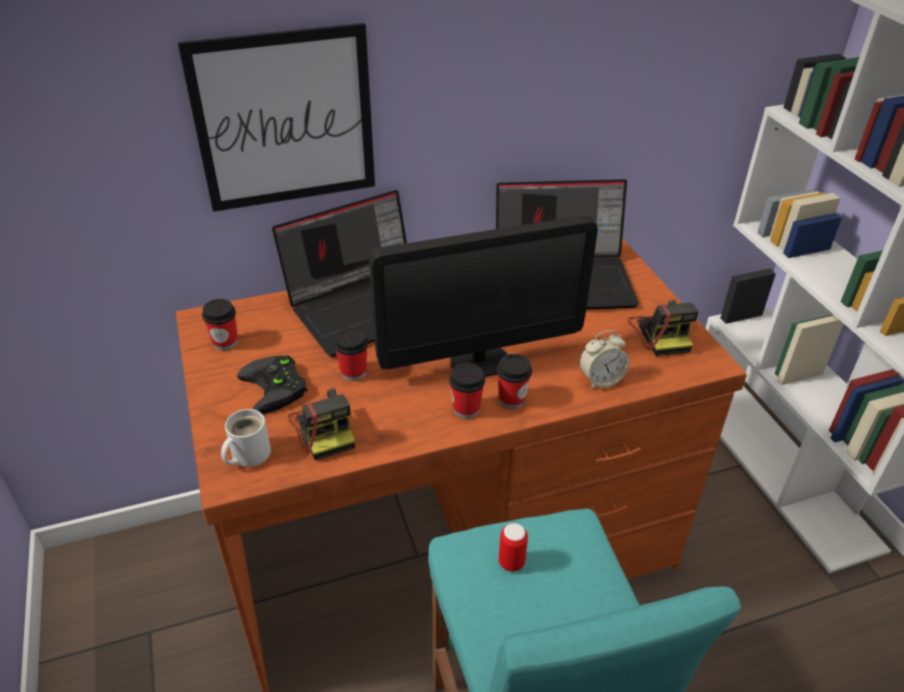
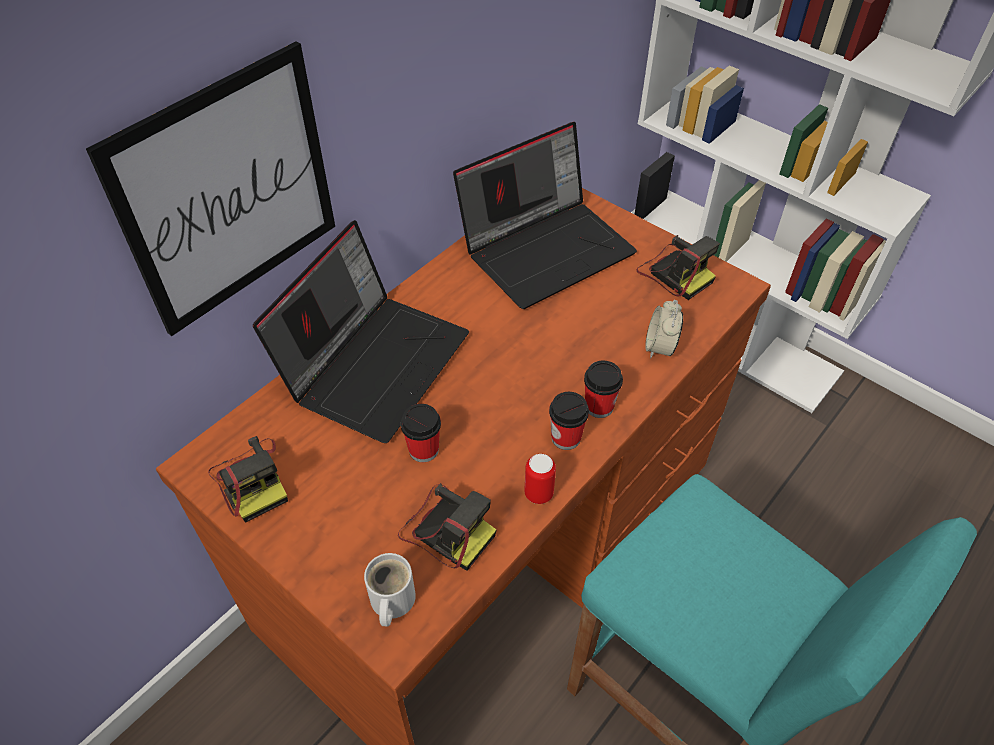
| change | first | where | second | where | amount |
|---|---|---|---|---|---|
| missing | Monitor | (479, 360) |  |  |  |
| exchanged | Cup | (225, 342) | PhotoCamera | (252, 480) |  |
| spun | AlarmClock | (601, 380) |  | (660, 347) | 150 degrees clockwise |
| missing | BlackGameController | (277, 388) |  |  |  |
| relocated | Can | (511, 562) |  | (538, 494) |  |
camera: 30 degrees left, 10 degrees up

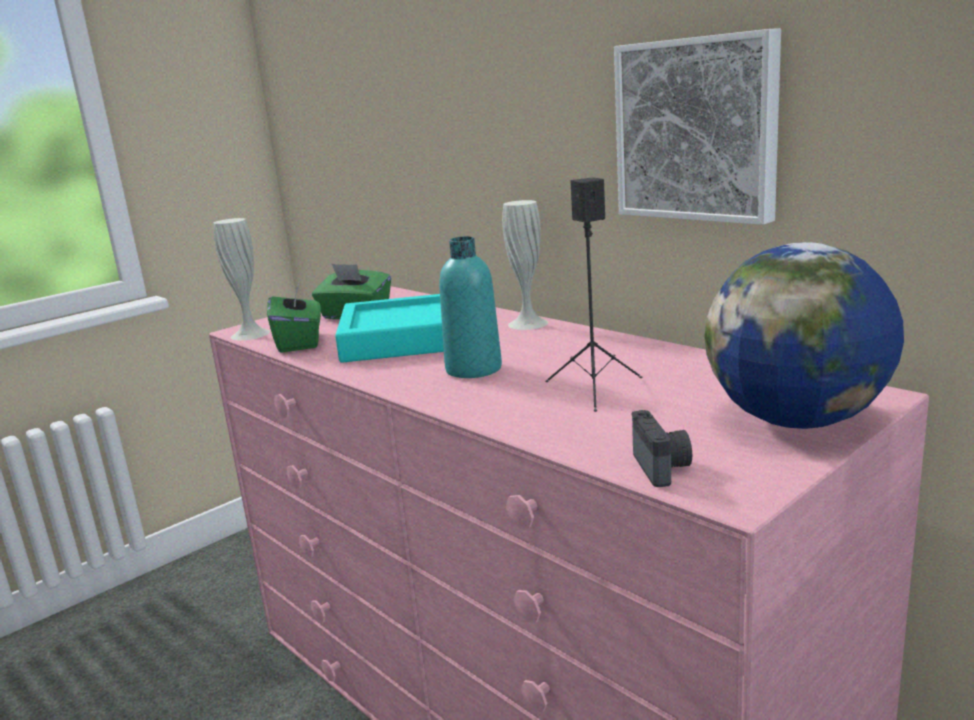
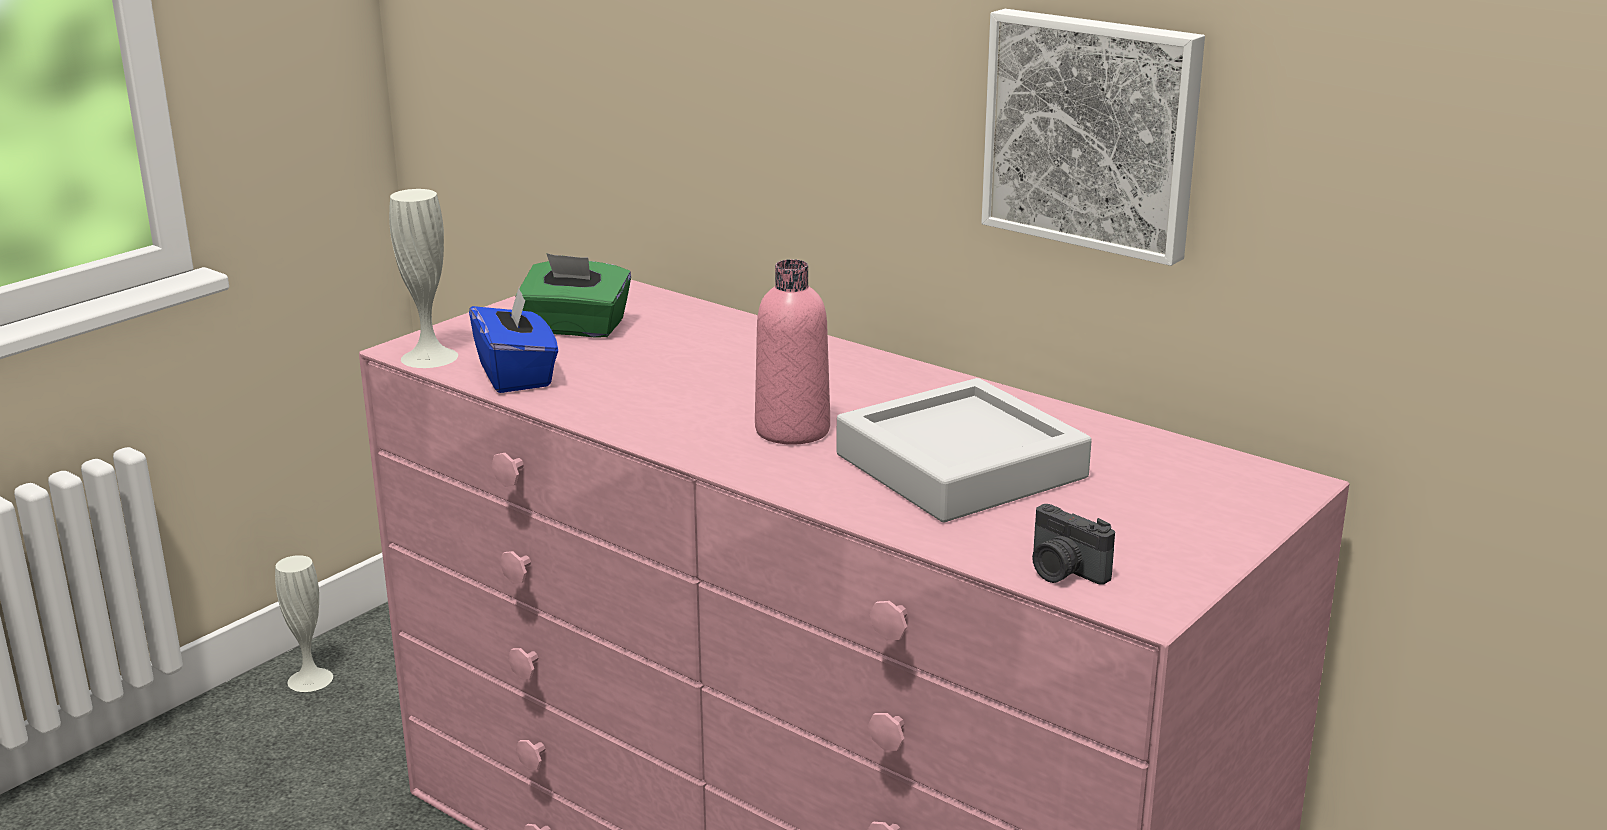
| change | first | where | second | where | amount |
|---|---|---|---|---|---|
| exchanged | BlackSpeaker | (594, 390) | GreyTray | (960, 466) |  |
| relocated | WhiteVase | (528, 323) |  | (310, 679) |  |
| colour | TurquoiseBottle | (473, 369) | PinkBottle | (792, 430) |  |
| missing | Globe | (797, 421) |  |  |  |
| colour | GreenTissueBox | (299, 342) | BlueTissueBox | (516, 375) |  |
| missing | TurquoiseTray | (401, 339) |  |  |  |
| spun | PhotoCamera | (663, 467) |  | (1063, 572) | 150 degrees clockwise |
camera: 10 degrees left, 5 degrees up

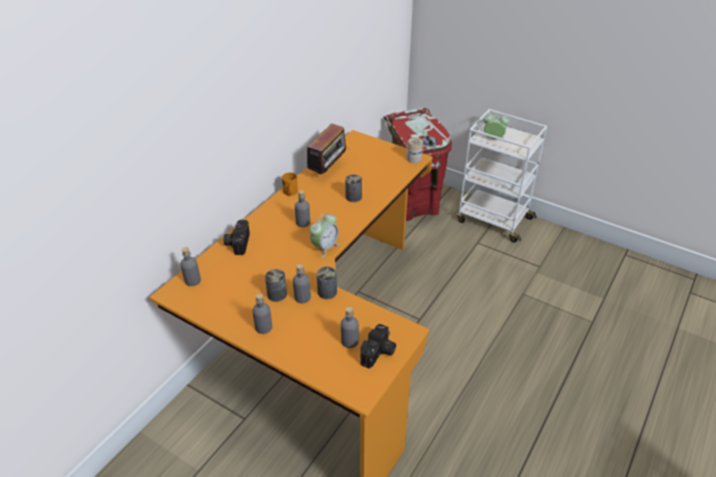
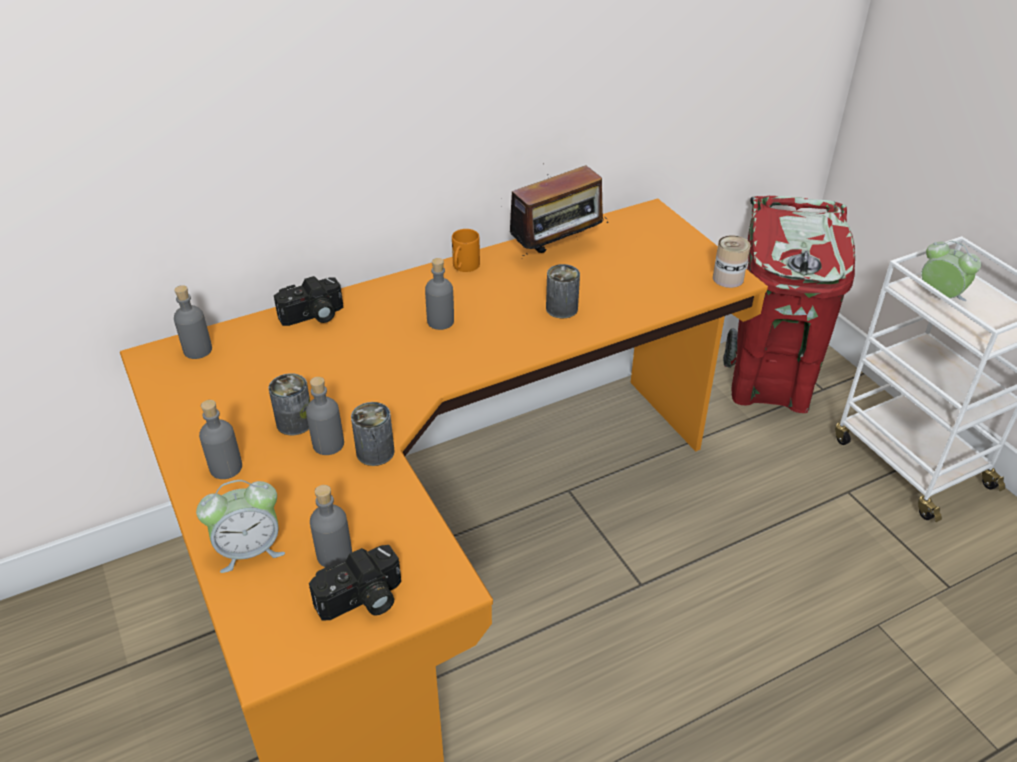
| change | first | where | second | where | amount |
|---|---|---|---|---|---|
| relocated | AlarmClock | (325, 247) |  | (249, 550) |  |
| spun | PhotoCamera | (237, 243) |  | (313, 316) | 150 degrees counterclockwise |
camera: 30 degrees right, 0 degrees up

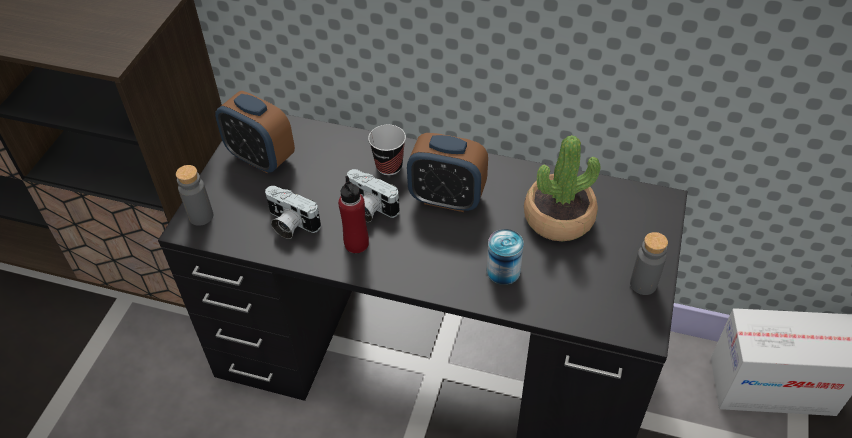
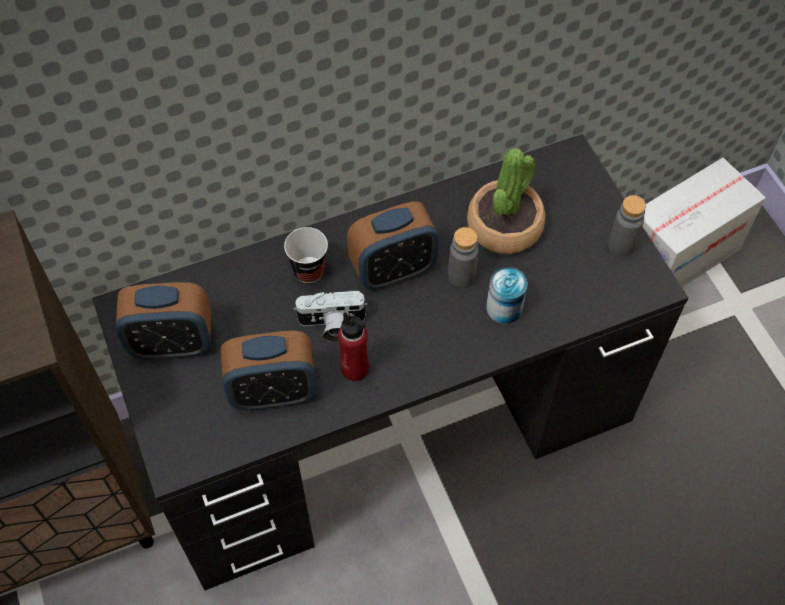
| change | first | where | second | where | amount |
|---|---|---|---|---|---|
| relocated | GreyBottle | (201, 216) |  | (461, 276) |  |
| exchanged | PhotoCamera | (290, 224) | AlarmClock | (273, 392) |  |
camera: 40 degrees left, 10 degrees up

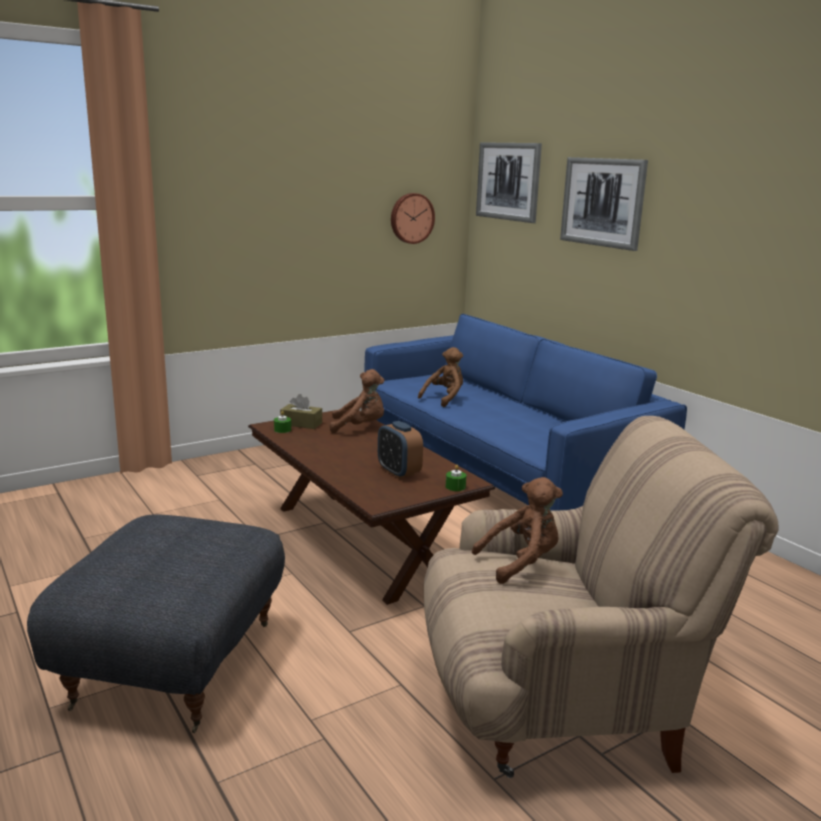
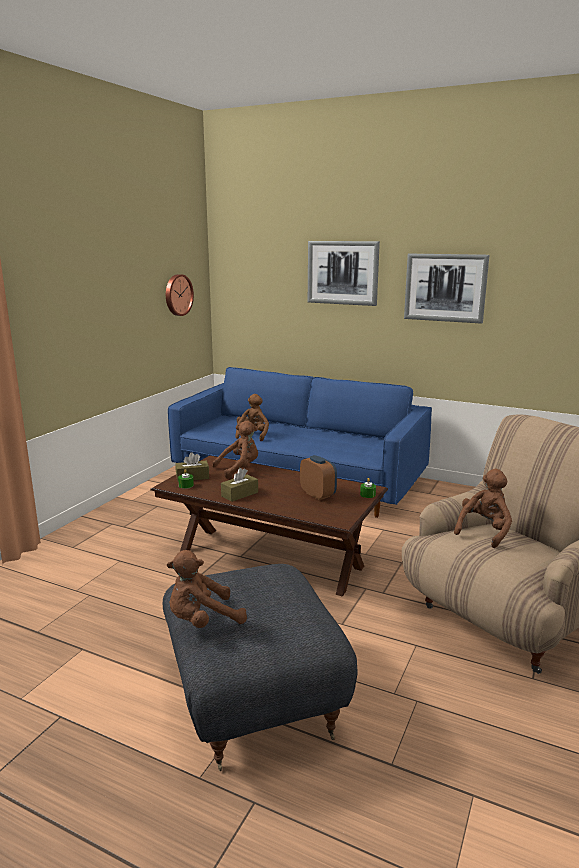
| change | first | where | second | where | amount |
|---|---|---|---|---|---|
| relocated | Picture | (508, 181) |  | (445, 287) |  |
| spun | AlarmClock | (398, 472) |  | (318, 495) | 150 degrees counterclockwise |
| appeared |  |  | BrownTissueBox | (239, 494) |  |
| appeared |  |  | BrownPlushToy | (202, 621) |  |
camera: 30 degrees left, 0 degrees up

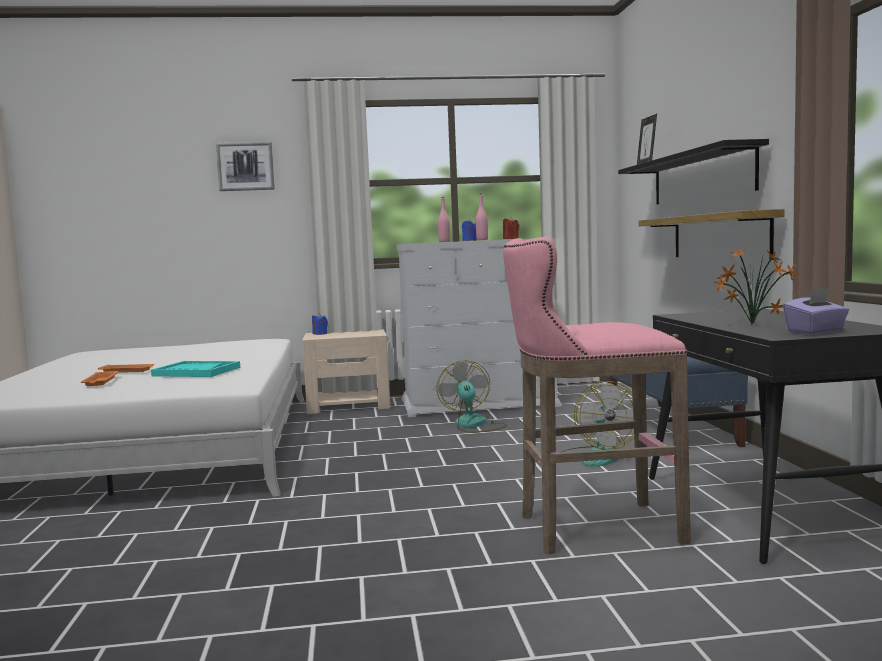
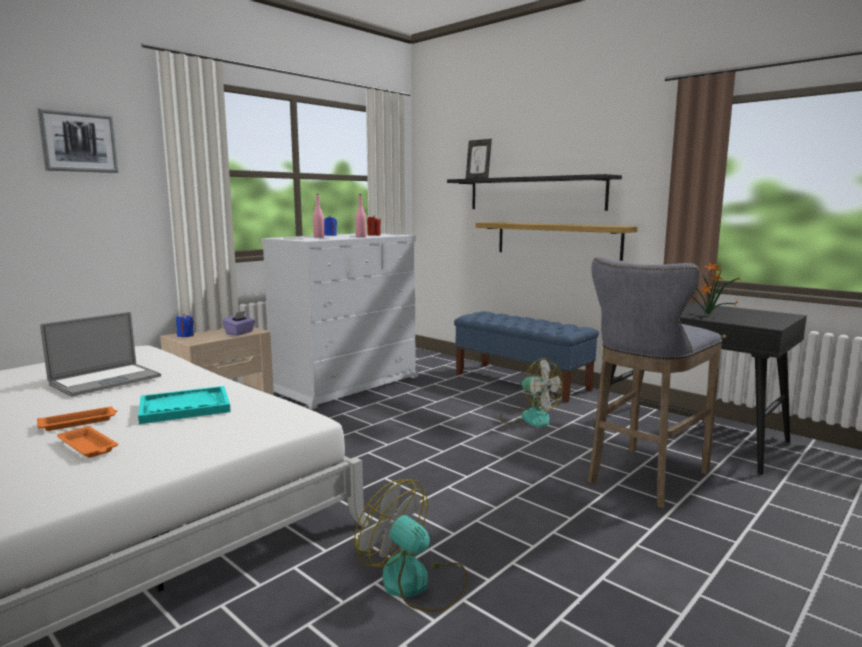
| change | first | where | second | where | amount |
|---|---|---|---|---|---|
| colour | PinkStool | (591, 529) | GreyStool | (644, 479) |  |
| relocated | PurpleTissueBox | (815, 332) |  | (240, 333) |  |
| relocated | Fan | (473, 425) |  | (416, 583) |  |
| appeared |  |  | Laptop | (105, 380) |  |
camera: 40 degrees left, 5 degrees up

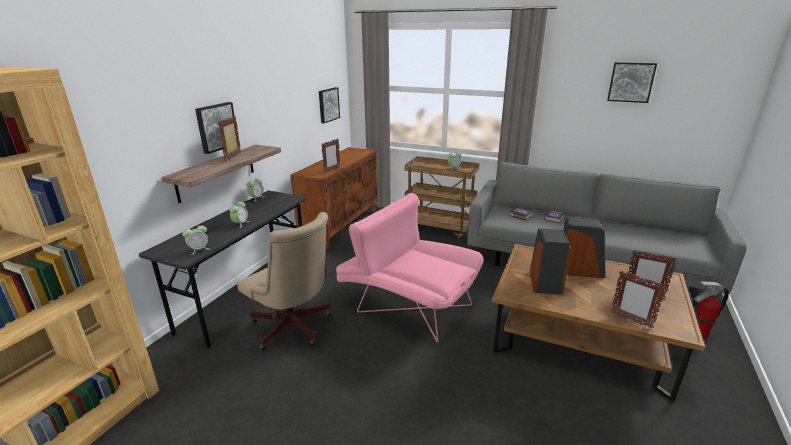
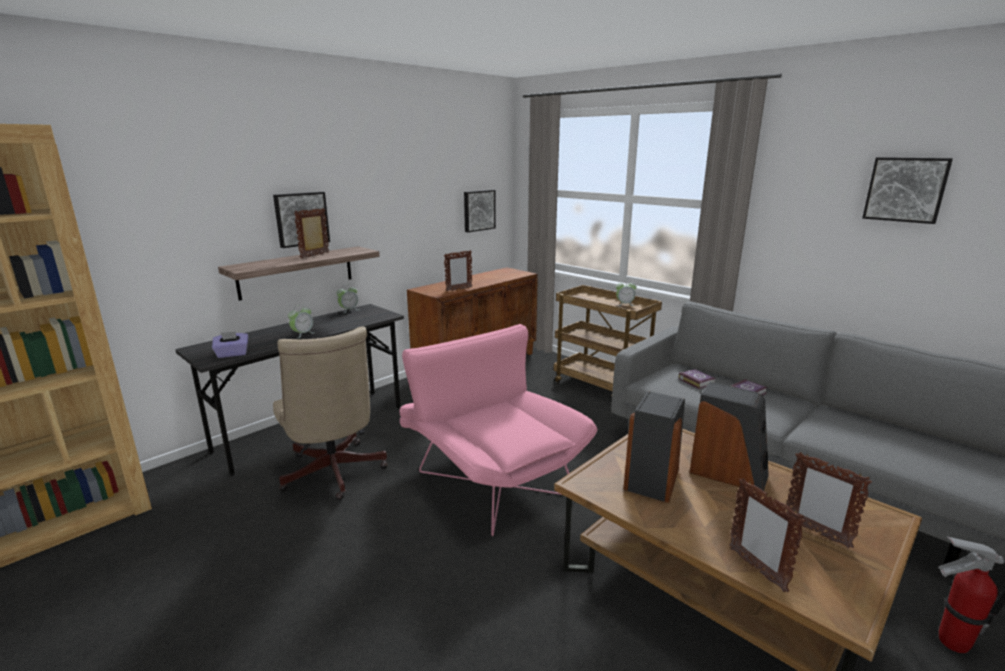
| change | first | where | second | where | amount |
|---|---|---|---|---|---|
| exchanged | AlarmClock | (199, 250) | PurpleTissueBox | (232, 354) |  |
camera: 20 degrees right, 5 degrees down

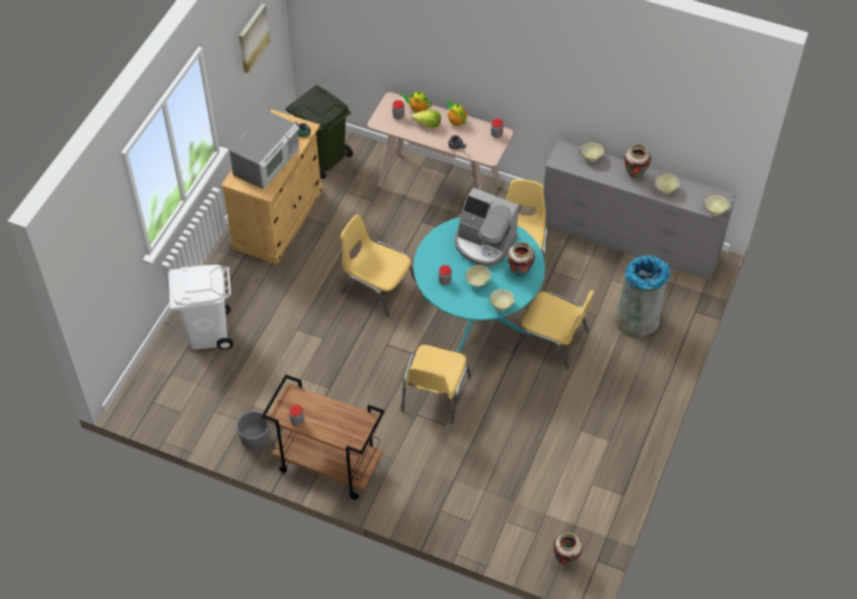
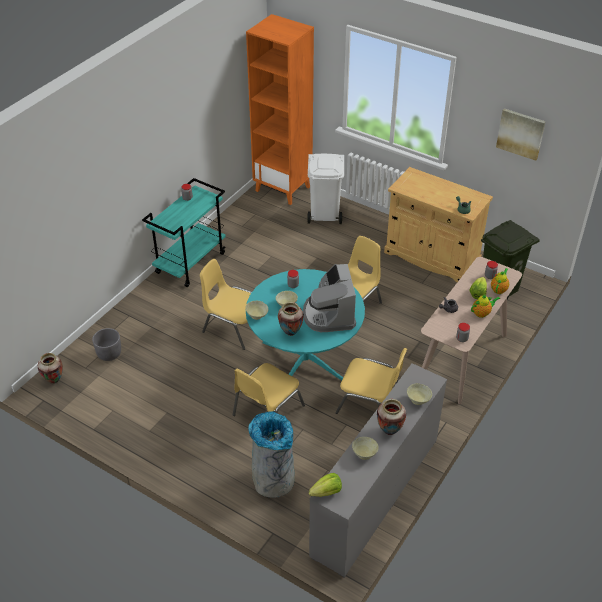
| change | first | where | second | where | amount |
|---|---|---|---|---|---|
| missing | Microwave | (267, 162) |  |  |  |
| spun | CoffeeMachine | (484, 243) |  | (329, 315) | 45 degrees counterclockwise |
| exchanged | BeigeBowl | (715, 211) | Lettuce | (326, 492) |  |
| colour | BrownCart | (327, 465) | TurquoiseCart | (190, 262) |  |
| relocated | GreyPlanter | (255, 439) |  | (109, 354) |  |
| appeared |  |  | OrangeBookcase | (283, 189) |  |
camera: 100 degrees right, 10 degrees down

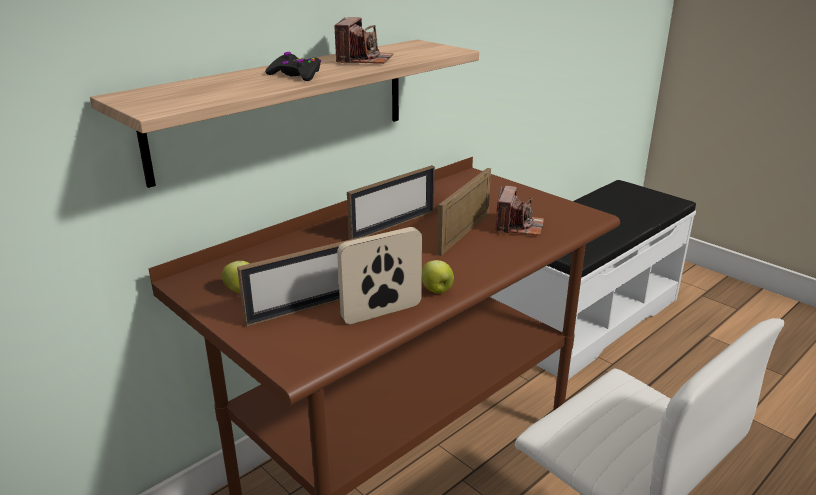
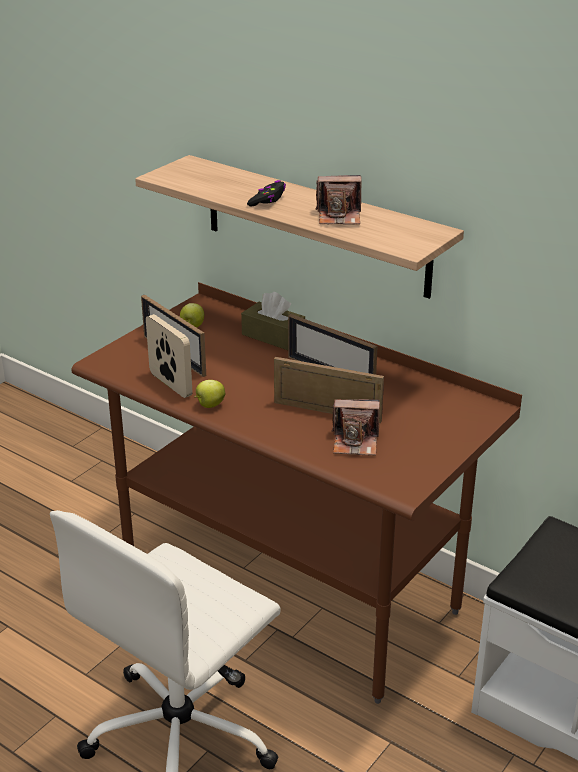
| change | first | where | second | where | amount |
|---|---|---|---|---|---|
| appeared |  |  | BrownTissueBox | (273, 336) |  |
camera: 80 degrees right, 5 degrees up

